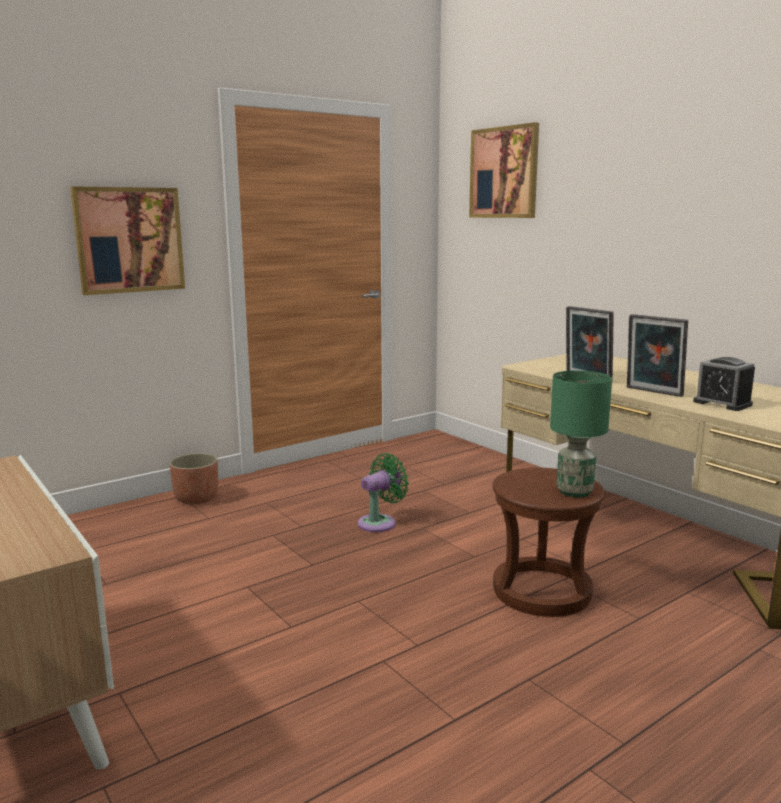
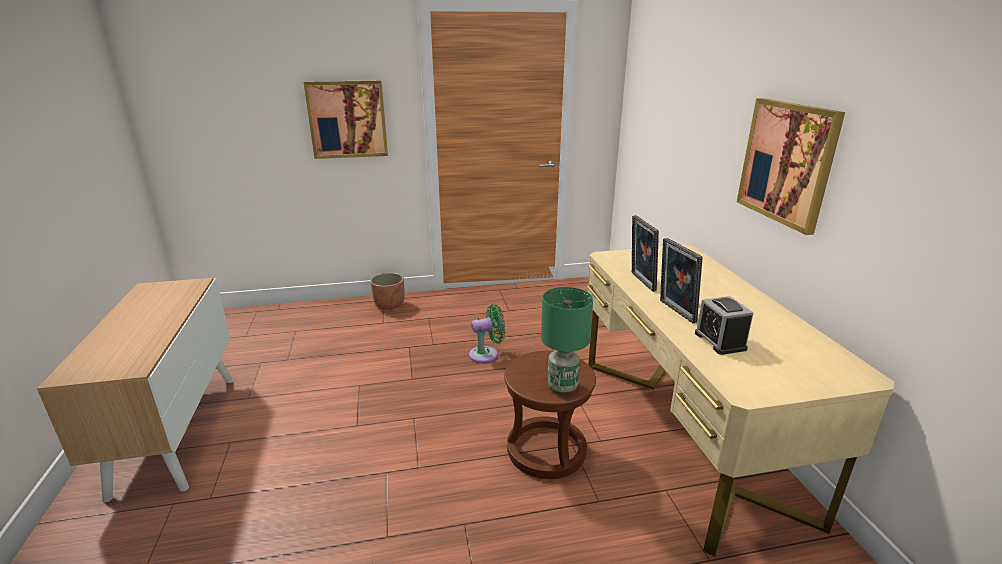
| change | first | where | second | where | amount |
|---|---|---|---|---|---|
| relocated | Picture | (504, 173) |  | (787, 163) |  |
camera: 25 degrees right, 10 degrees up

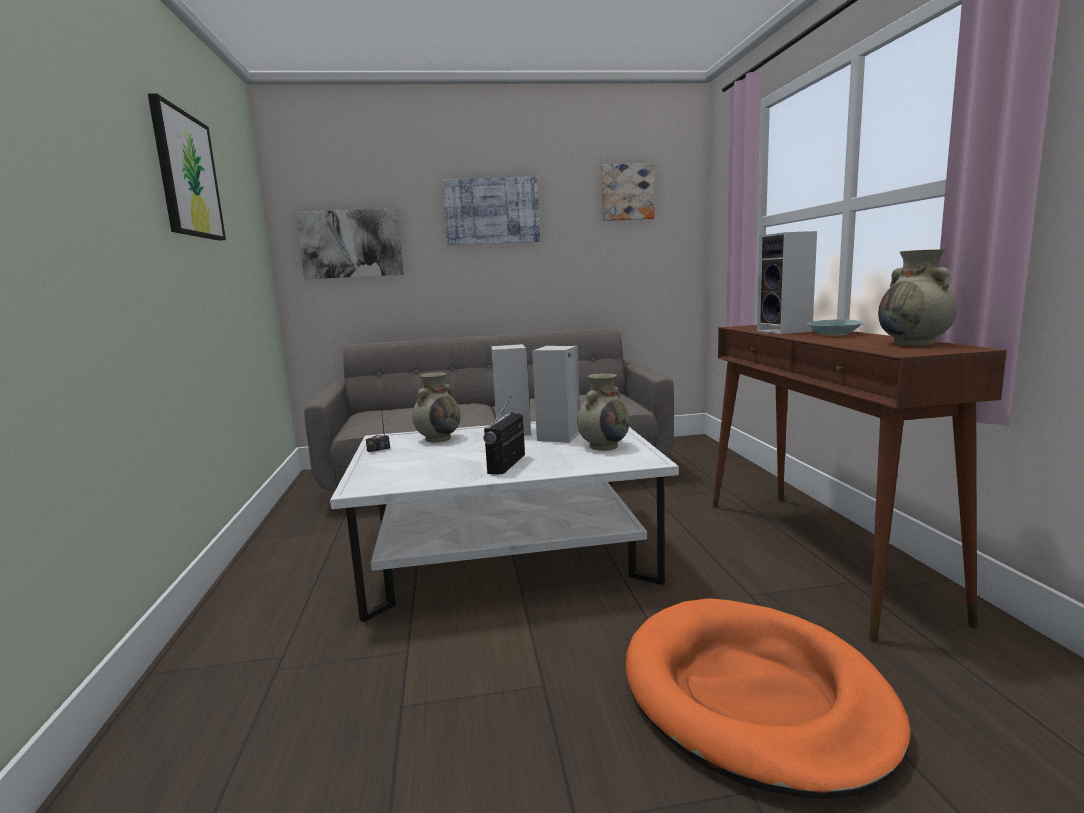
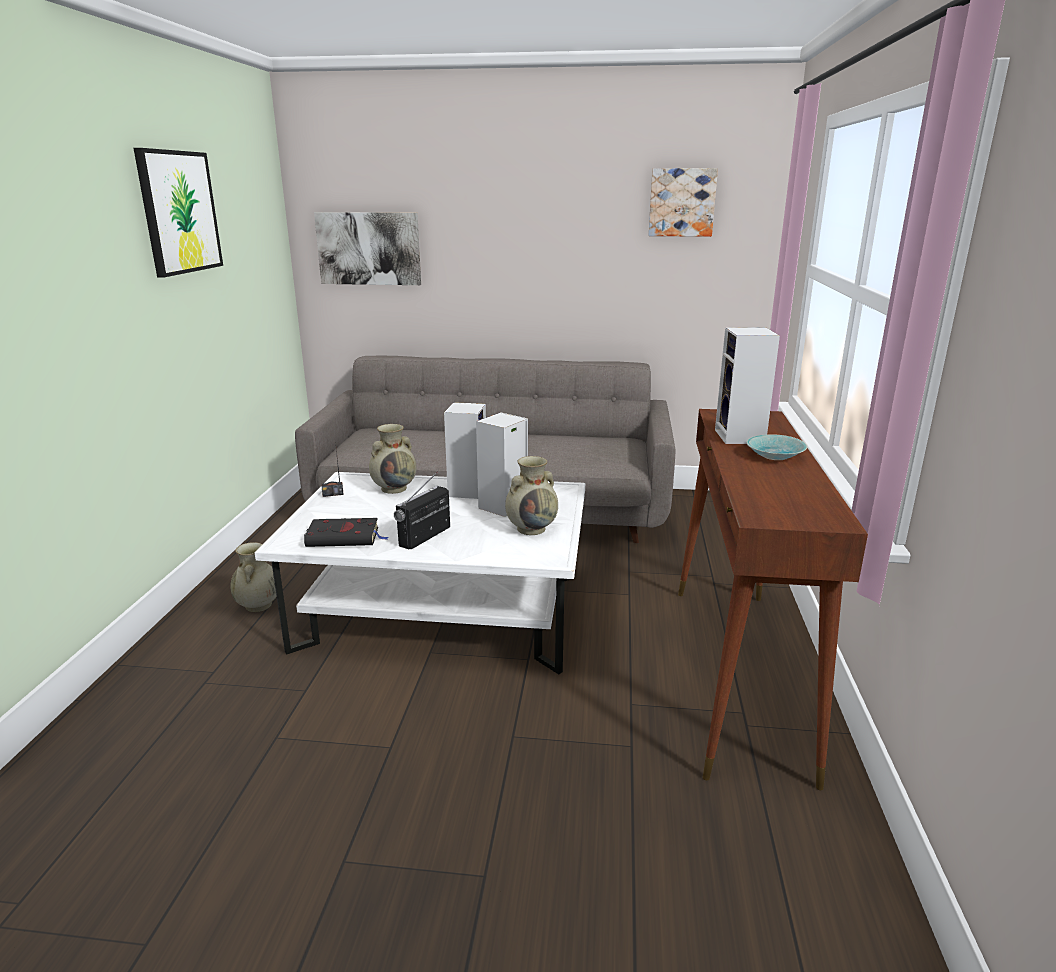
| change | first | where | second | where | amount |
|---|---|---|---|---|---|
| missing | Picture | (492, 211) |  |  |  |
| relocated | BeigeVase | (914, 344) |  | (258, 606) |  |
| missing | OrangeDogBed | (754, 697) |  |  |  |
| appeared |  |  | BlackBook | (345, 537) |  |
camera: 15 degrees right, 10 degrees up

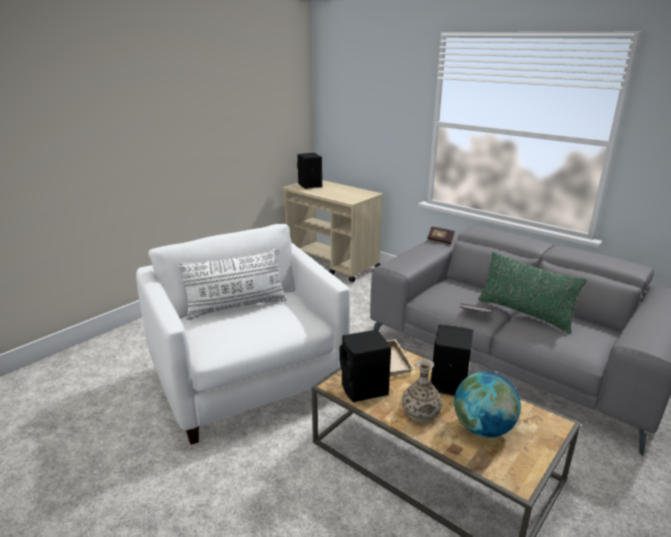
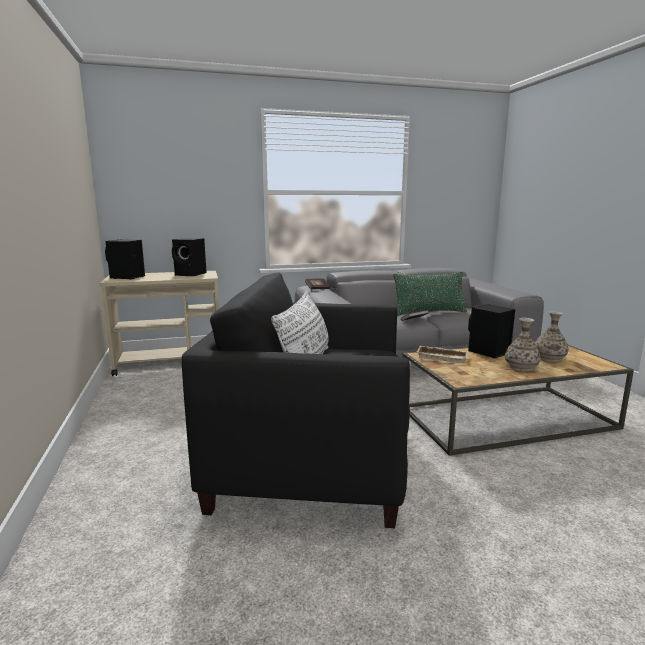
| change | first | where | second | where | amount |
|---|---|---|---|---|---|
| colour | WhiteArmchair | (248, 379) | BlackArmchair | (312, 460) |  |
| relocated | BlackSpeaker | (364, 389) |  | (191, 274) |  |
| exchanged | Globe | (483, 428) | Vase | (549, 358) |  |
camera: 55 degrees left, 10 degrees down

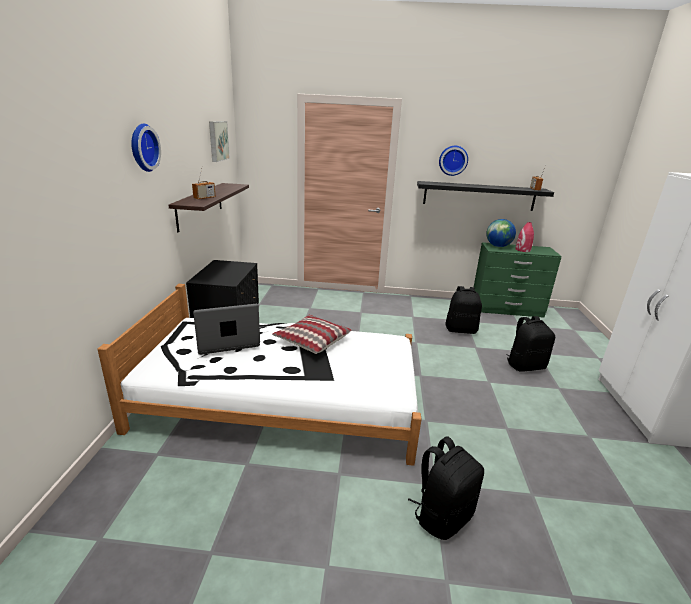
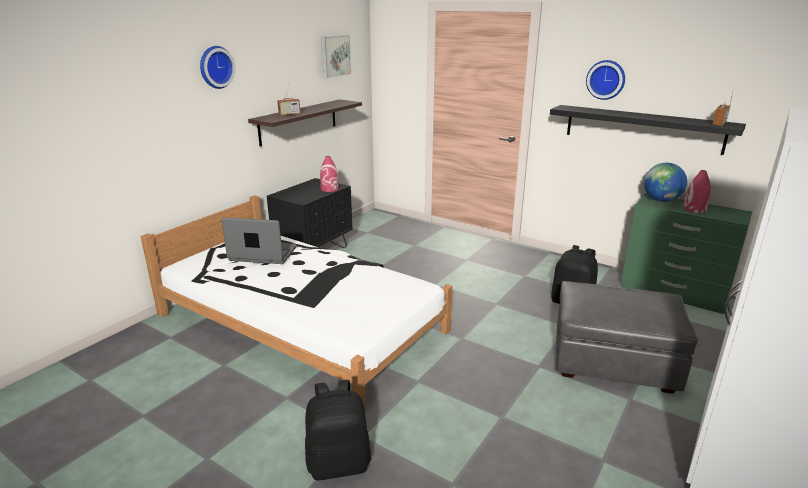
| change | first | where | second | where | amount |
|---|---|---|---|---|---|
| missing | Pillow | (312, 340) |  |  |  |
| exchanged | BlackBackpack | (525, 365) | GreyOttoman | (613, 362) |  |
| appeared |  |  | RedVase | (330, 189) |  |
camera: 30 degrees right, 0 degrees up

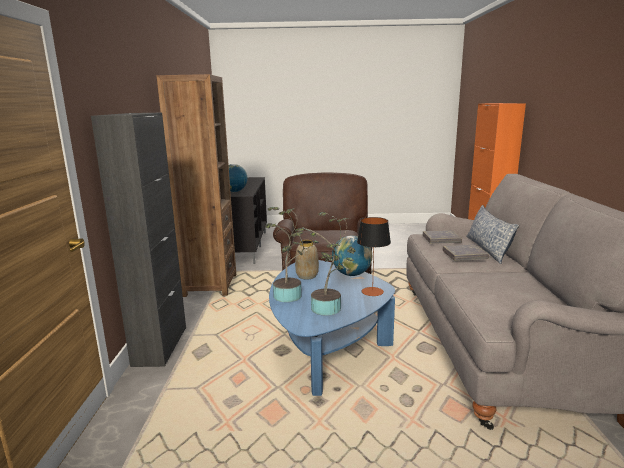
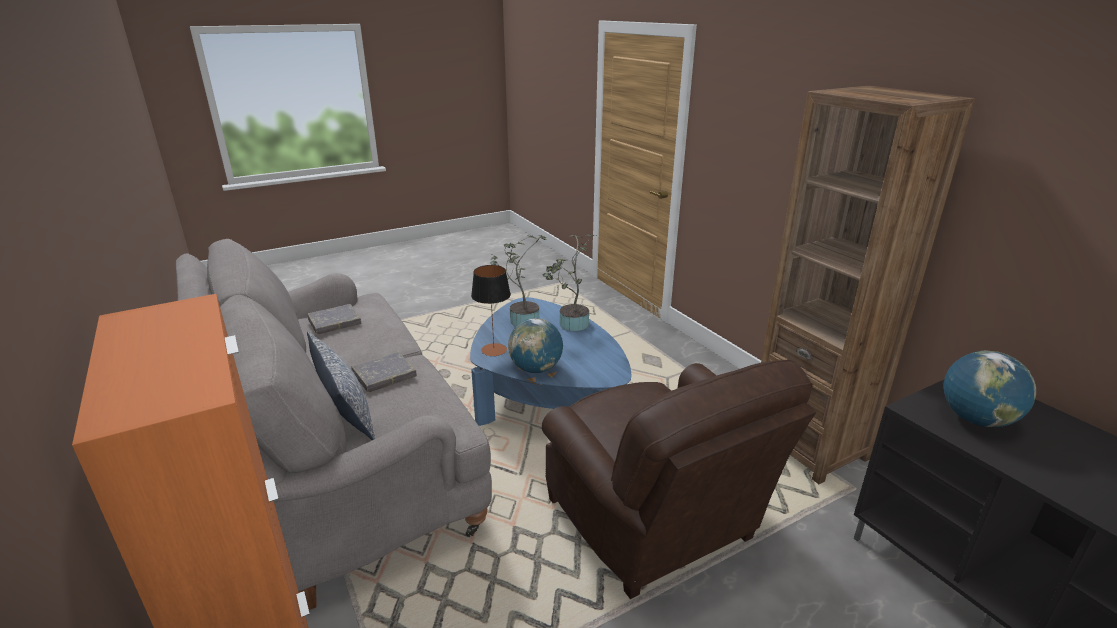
| change | first | where | second | where | amount |
|---|---|---|---|---|---|
| missing | BlackCabinet | (160, 346) |  |  |  |
| relocated | GreyBook | (441, 239) |  | (334, 322) |  |
| missing | Vase | (307, 276) |  |  |  |
camera: 150 degrees right, 10 degrees up

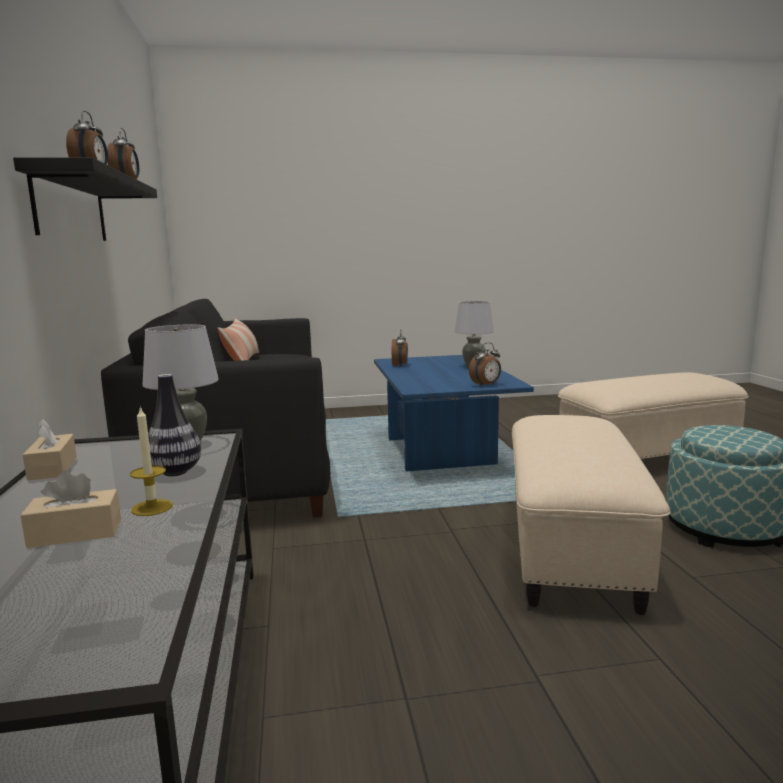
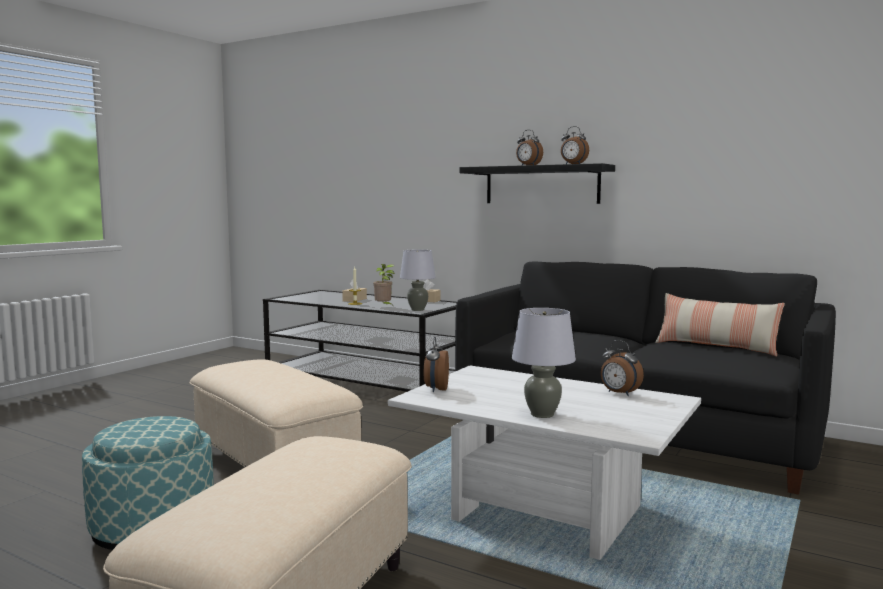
| change | first | where | second | where | amount |
|---|---|---|---|---|---|
| colour | BlueCoffeeTable | (443, 451) | WhiteCoffeeTable | (542, 515) |  |
| exchanged | Vase | (175, 472) | PottedPlant | (384, 307) |  |
camera: 130 degrees right, 5 degrees down

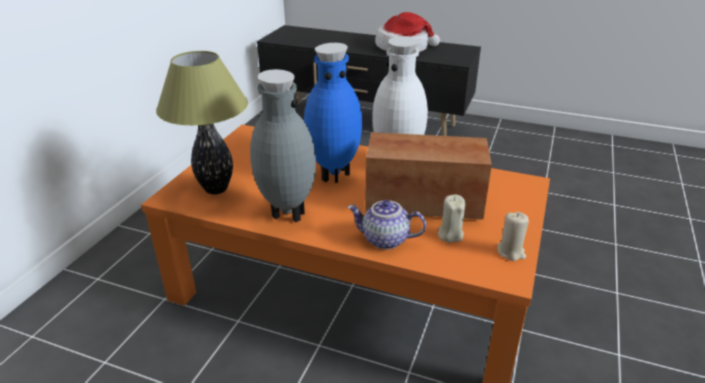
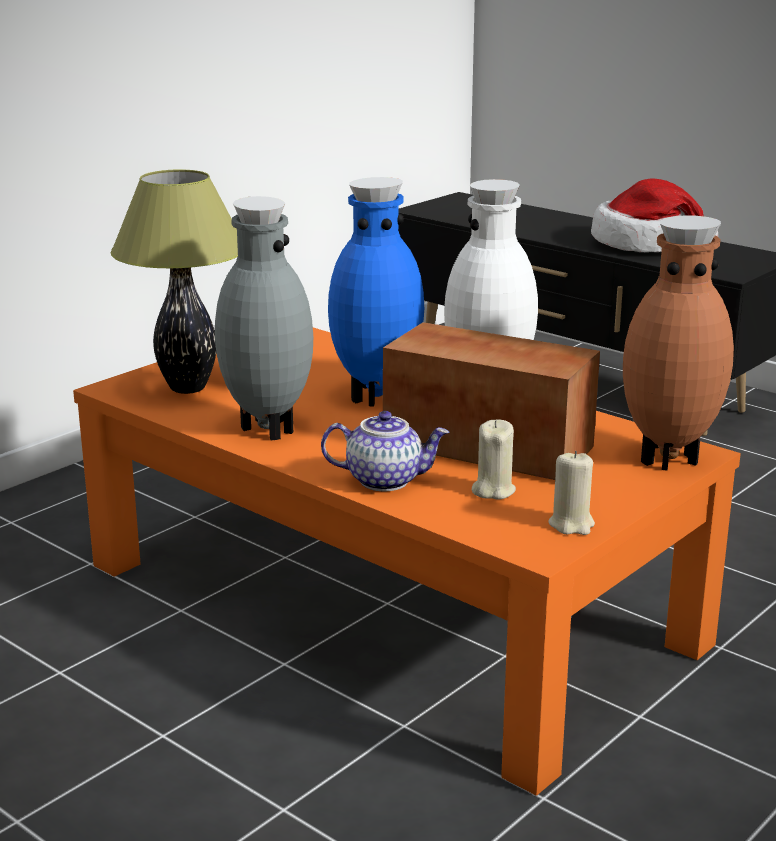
| change | first | where | second | where | amount |
|---|---|---|---|---|---|
| spun | Teapot | (385, 240) |  | (385, 480) | 150 degrees clockwise |
| appeared |  |  | BrownVase | (667, 458) |  |
camera: 20 degrees right, 10 degrees down

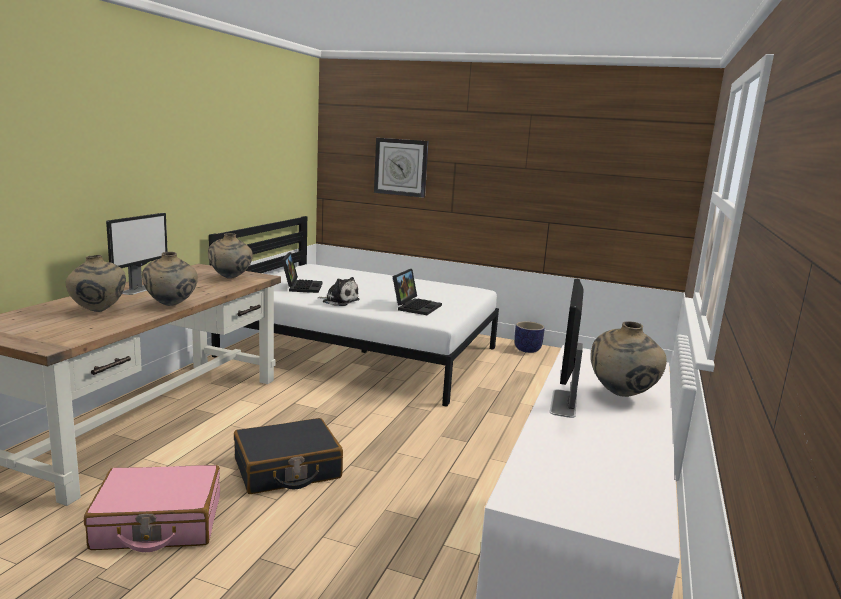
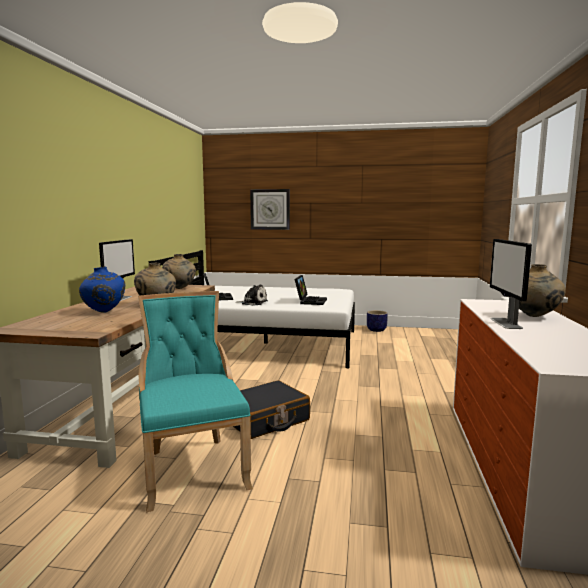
| change | first | where | second | where | amount |
|---|---|---|---|---|---|
| colour | BeigeVase | (98, 311) | BlueVase | (104, 312) |  |
| exchanged | PinkSuitcase | (158, 523) | TurquoiseChair | (193, 468) |  |
camera: 10 degrees left, 5 degrees down

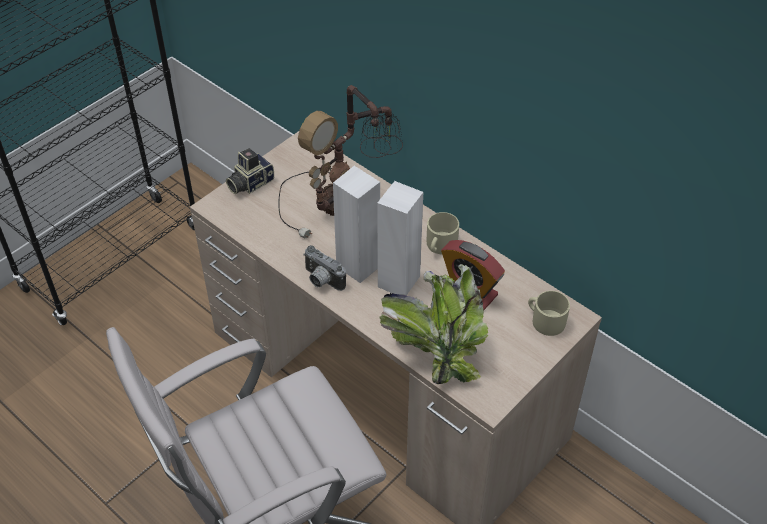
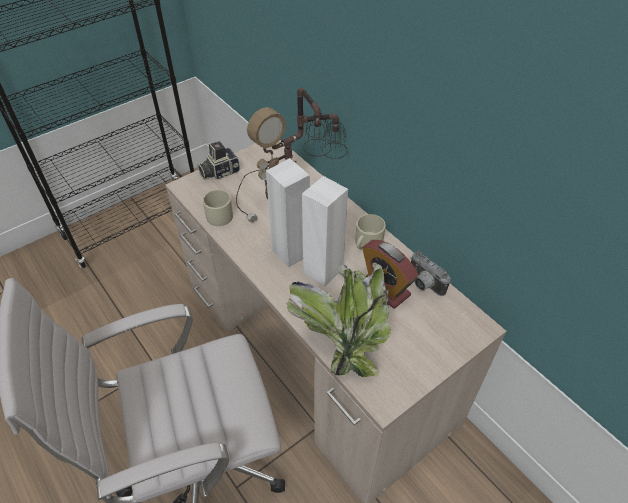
| change | first | where | second | where | amount |
|---|---|---|---|---|---|
| relocated | PhotoCamera | (321, 280) |  | (423, 284) |  |
| relocated | BeigeMug | (545, 320) |  | (217, 214) |  |
camera: 10 degrees right, 0 degrees up

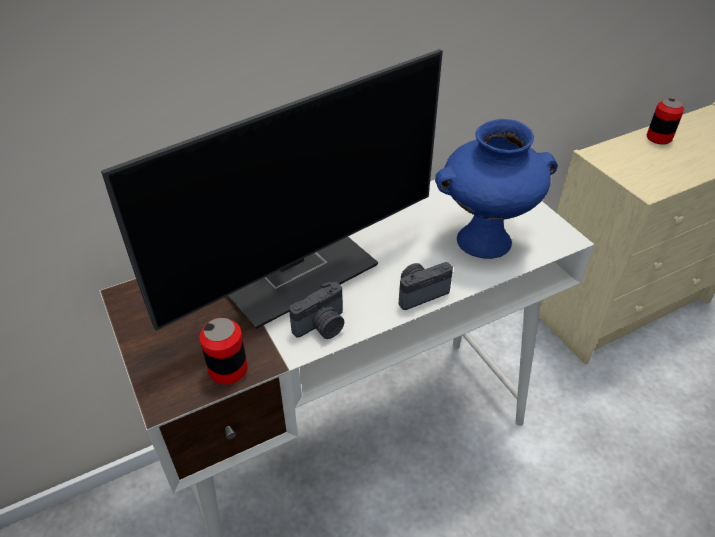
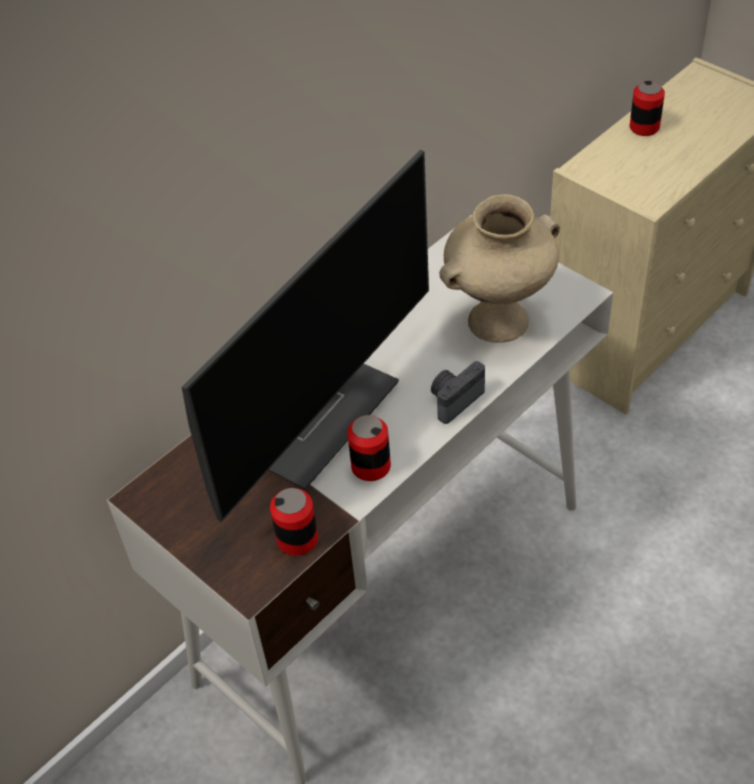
| change | first | where | second | where | amount |
|---|---|---|---|---|---|
| colour | BlueVase | (483, 242) | BeigeVase | (498, 323) |  |
| exchanged | PhotoCamera | (322, 326) | Can | (371, 466) |  |
camera: 15 degrees left, 5 degrees up

